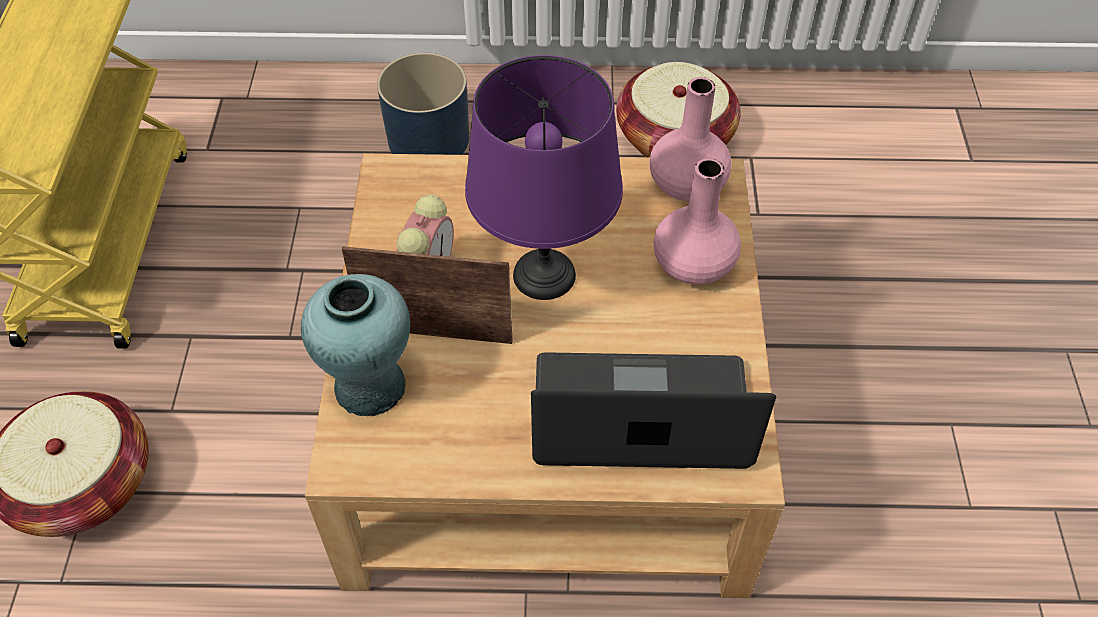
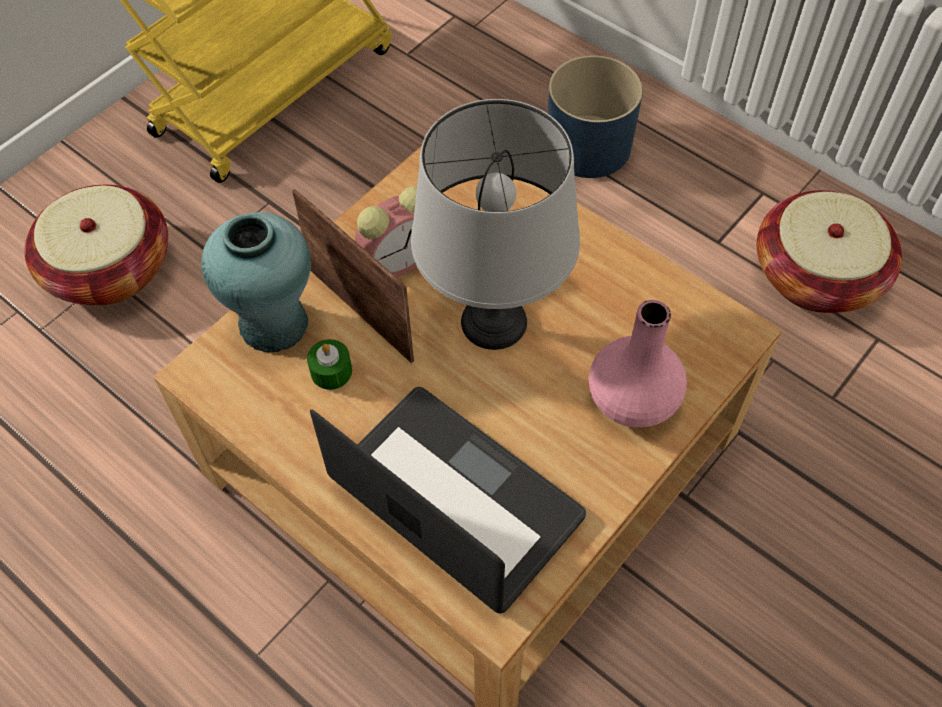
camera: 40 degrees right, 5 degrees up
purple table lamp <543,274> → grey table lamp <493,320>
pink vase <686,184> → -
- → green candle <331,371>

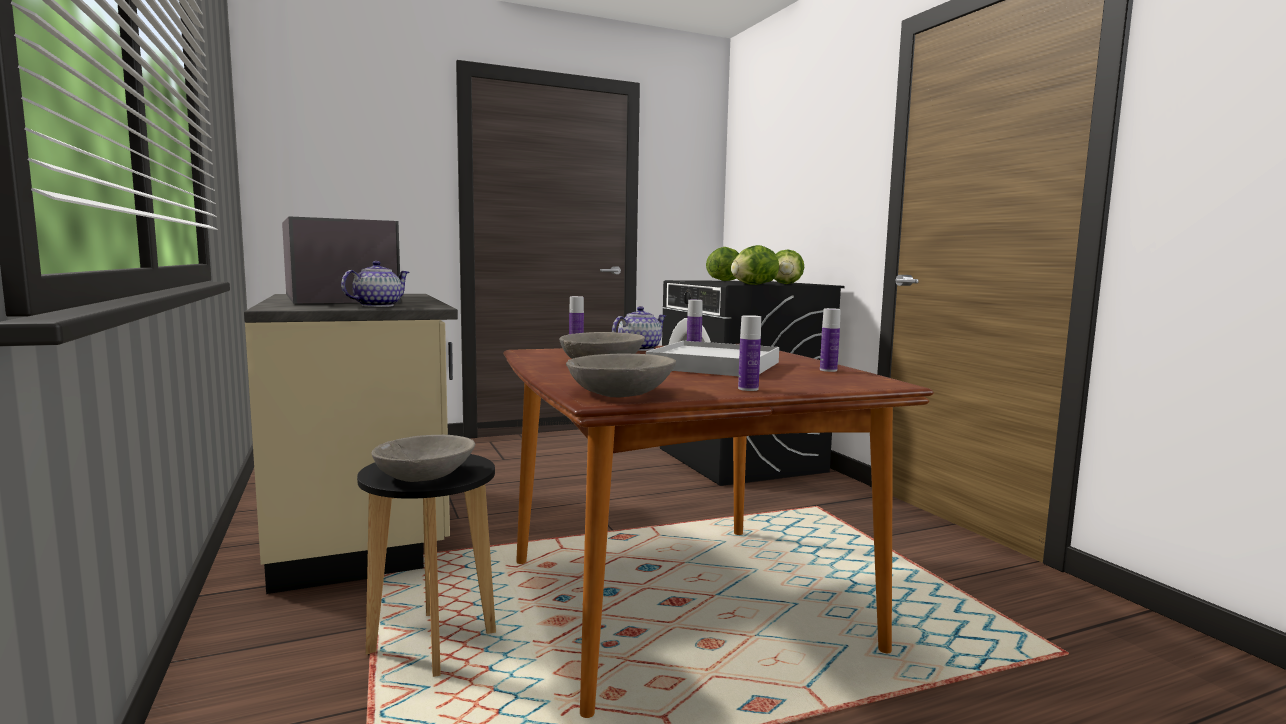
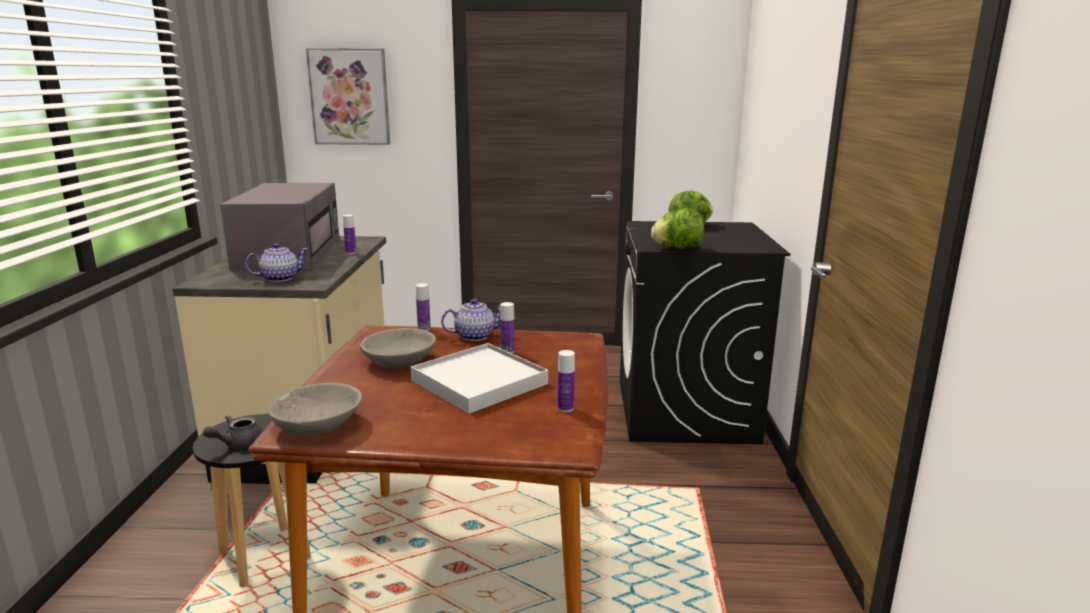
camera: 25 degrees right, 10 degrees up
grey bowl <425,475> → grey teapot <238,443>
bottle <748,389> → bottle <351,252>, shifted
lettuce <785,284> → -
- → picture <349,97>

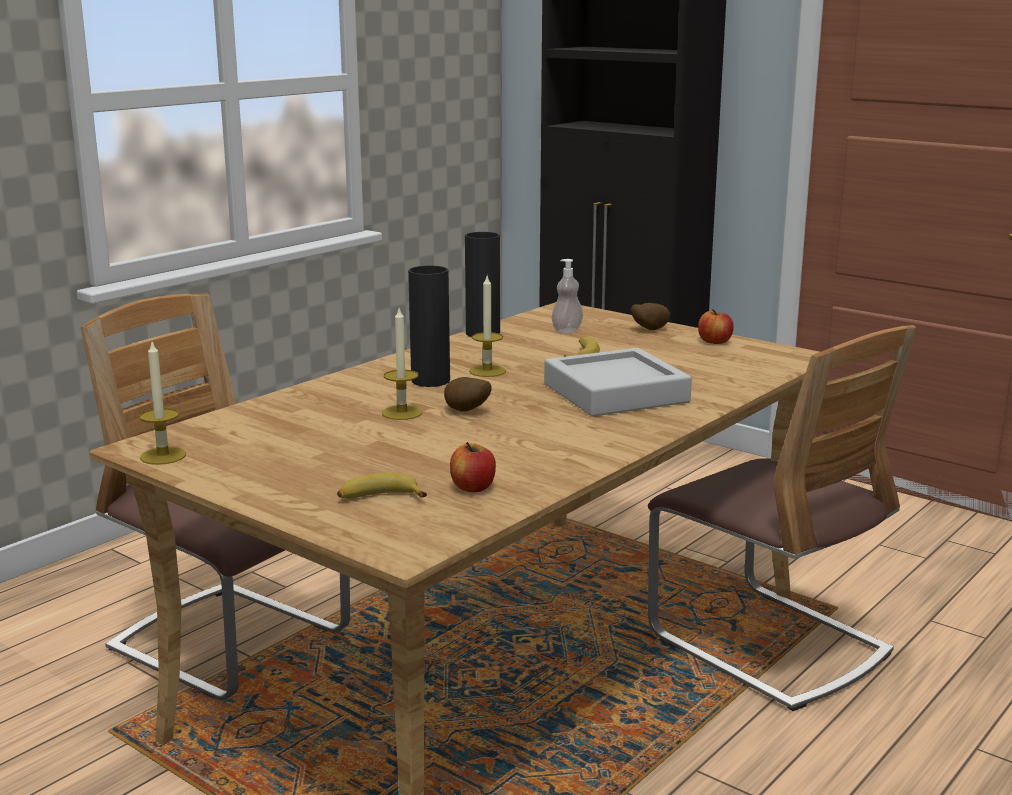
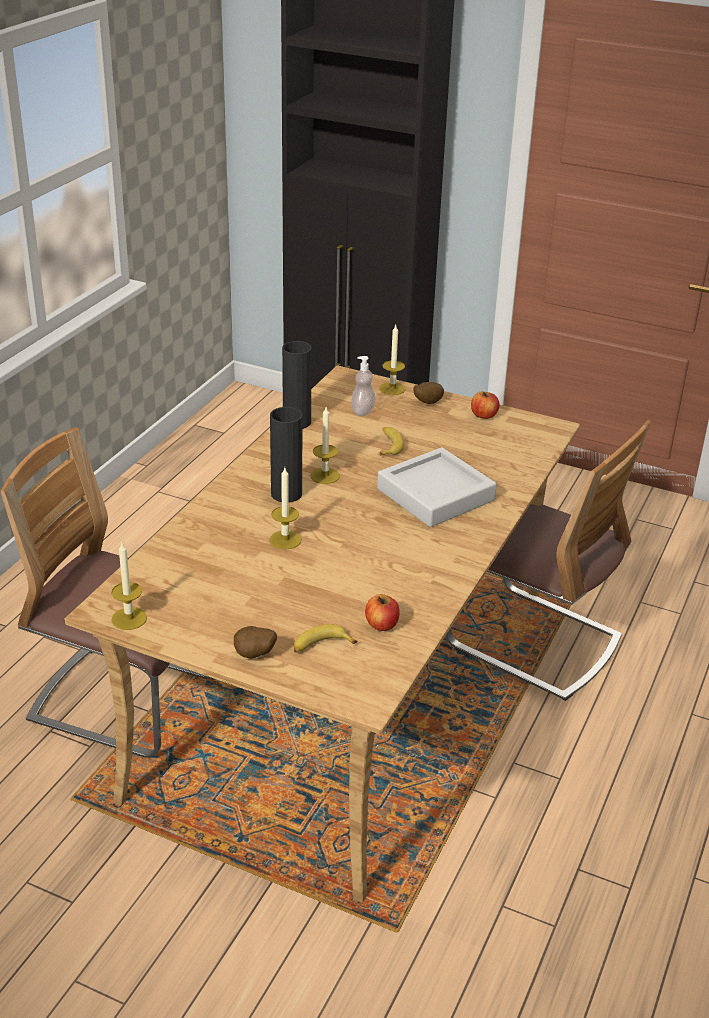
camera: 15 degrees left, 15 degrees up
potato <466,412> → potato <254,656>, shifted
- → candle <392,388>

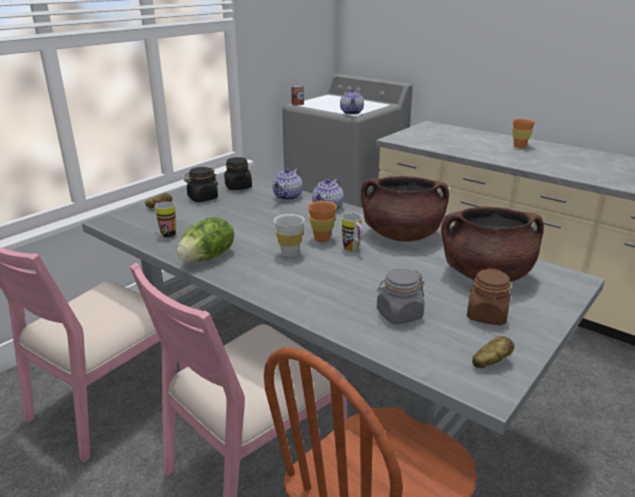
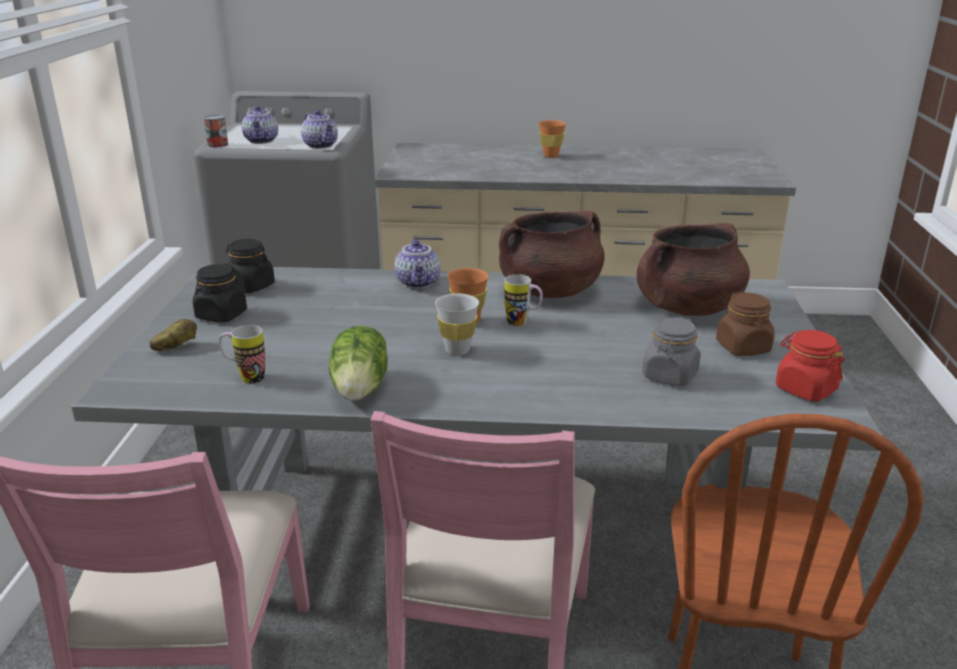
camera: 35 degrees left, 0 degrees up
teapot <288,197> → teapot <262,141>, shifted
potato <490,362> → red jar <805,389>

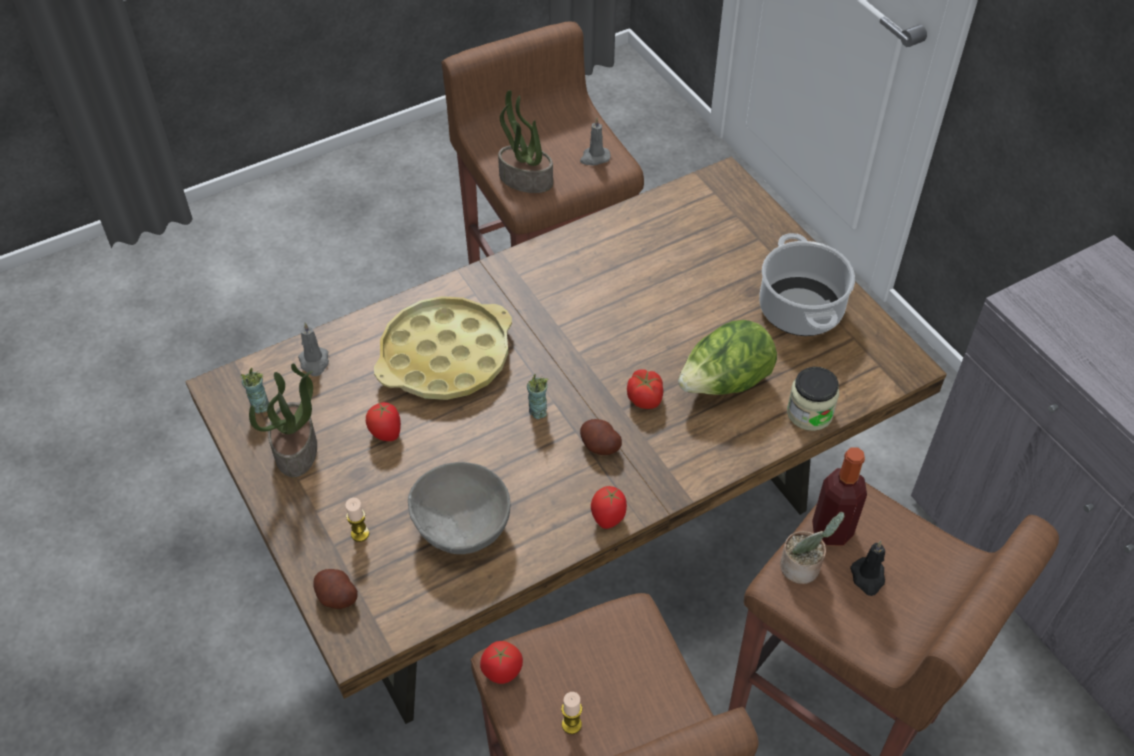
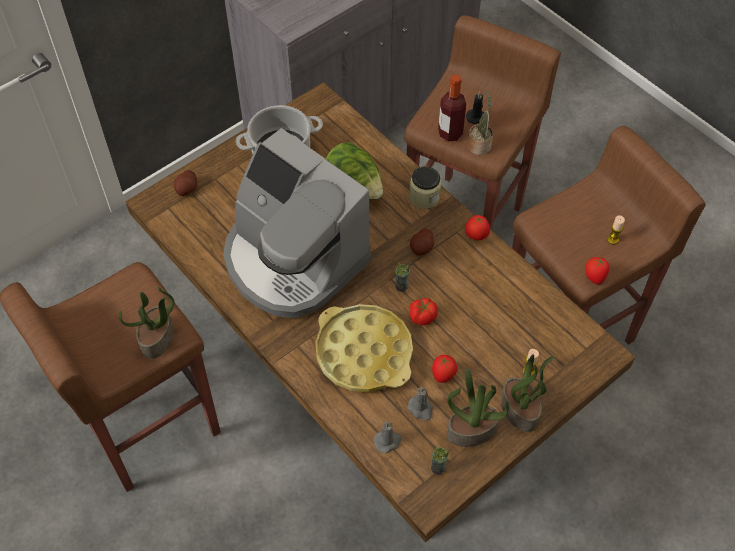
camera: 100 degrees left, 5 degrees up
potato <337,596> → potato <187,189>, shifted
grey bowl <463,528> → -
grey candle <594,158> → grey candle <421,409>, shifted
tomato <645,399> → tomato <422,317>, shifted
jar <809,413> → jar <424,197>, shifted
- → coffee machine <293,260>
- → potted plant <520,410>

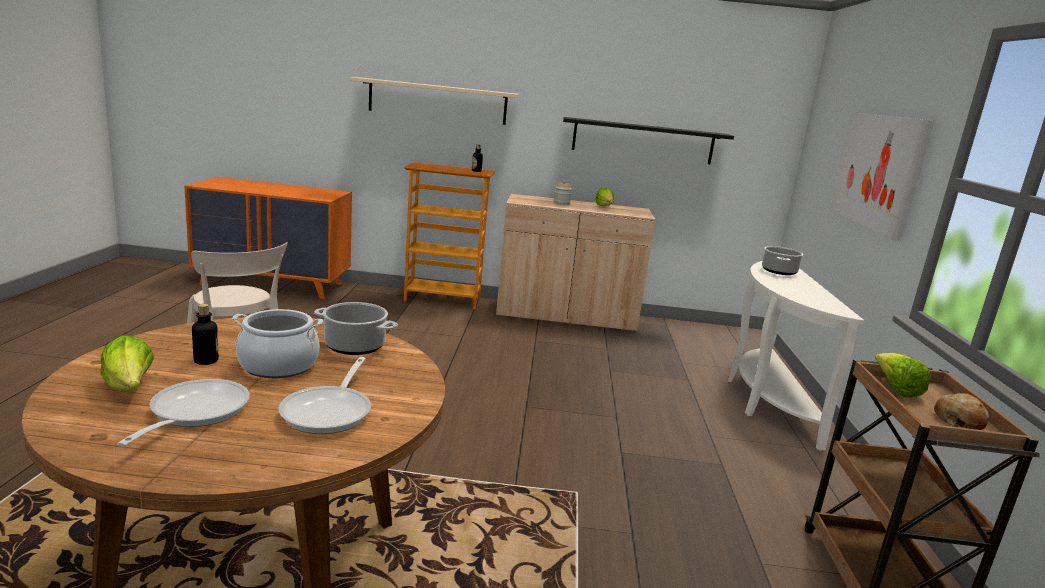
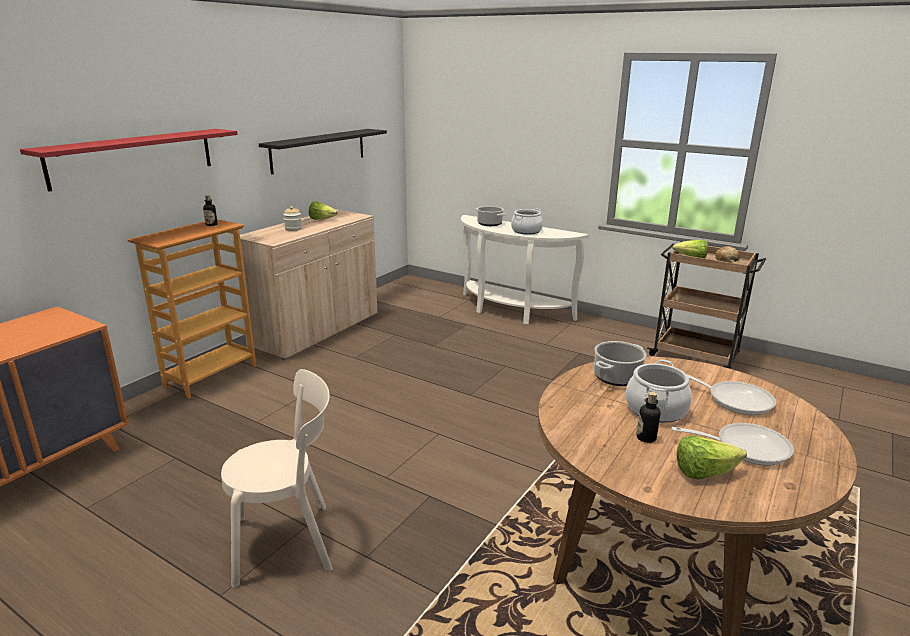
camera: 60 degrees left, 5 degrees up
frying pan <194,413> → frying pan <745,447>, 150 degrees clockwise
beige shelf <437,101> → red shelf <134,157>
picture <877,171> → -
- → cooking pot <526,231>

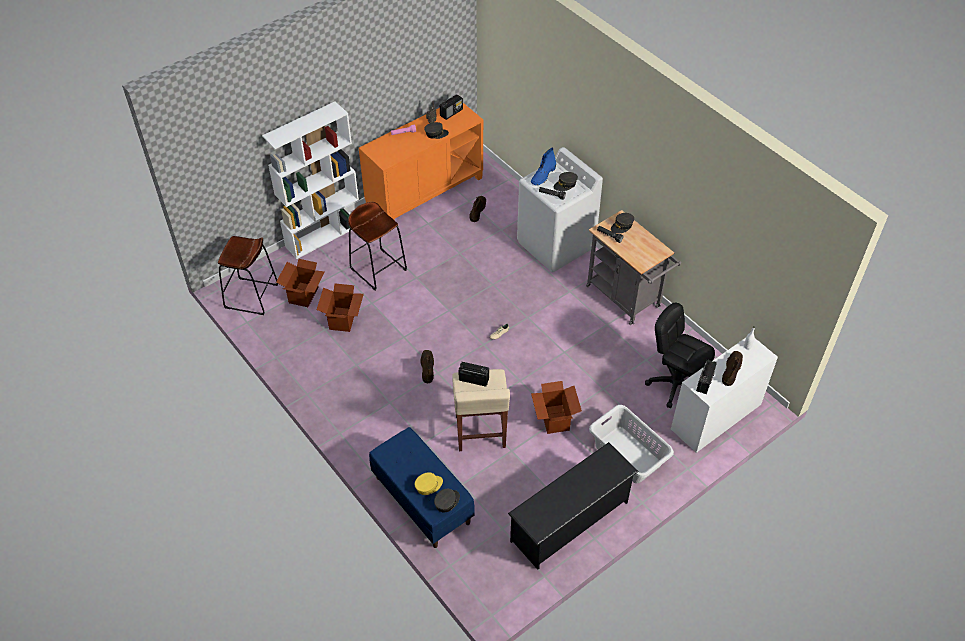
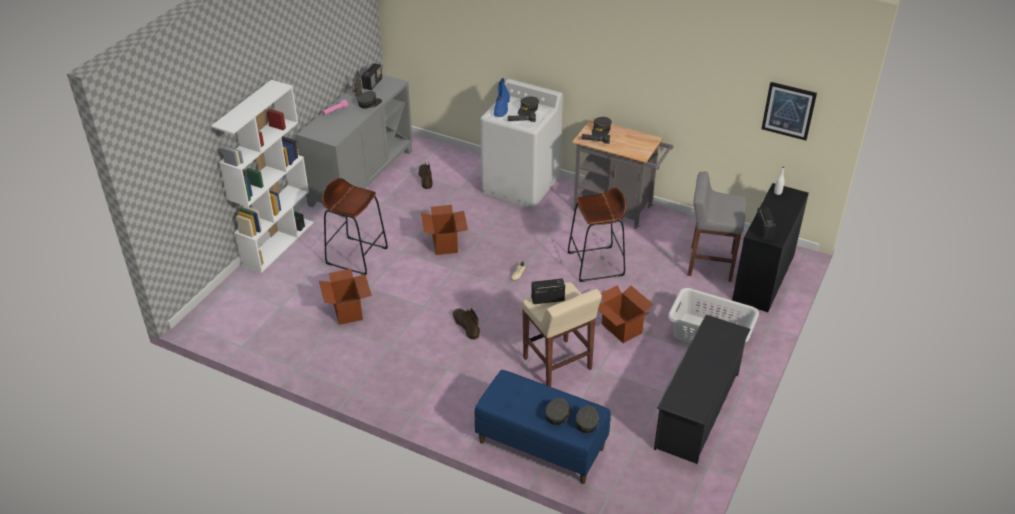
camera: 25 degrees left, 10 degrees down
brown stool <251,296> → brown stool <596,264>, shifted
cardboard box <304,295> → cardboard box <445,244>, shifted
orange cabinet <424,191> → grey cabinet <361,177>
yellow cap <428,486> → grey cap <558,414>
black office chair <675,384> → grey stool <710,263>
white desk <716,417> → black desk <764,278>
brown boot <731,369> → -
- → picture <788,110>

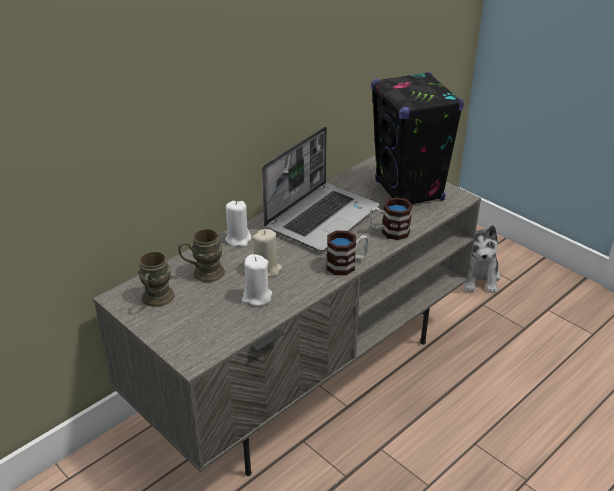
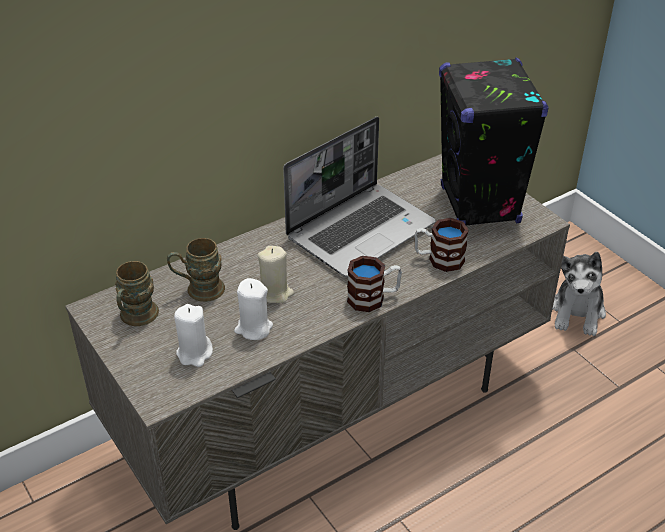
camera: 10 degrees right, 5 degrees up
white candle <238,239> → white candle <194,353>, shifted

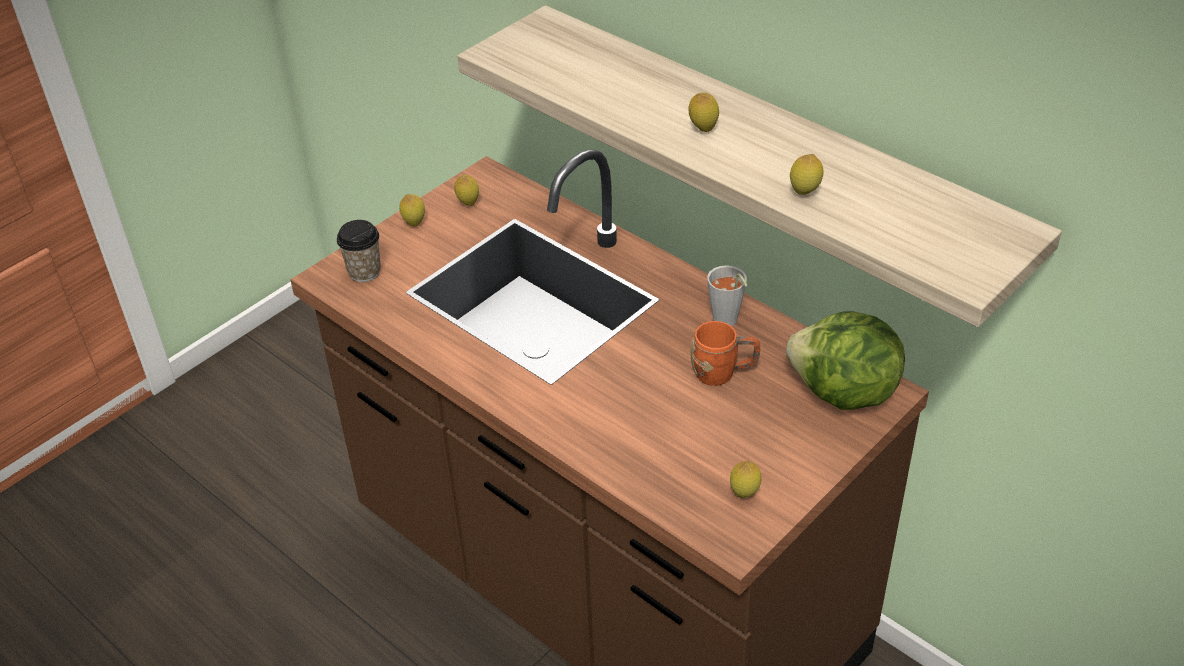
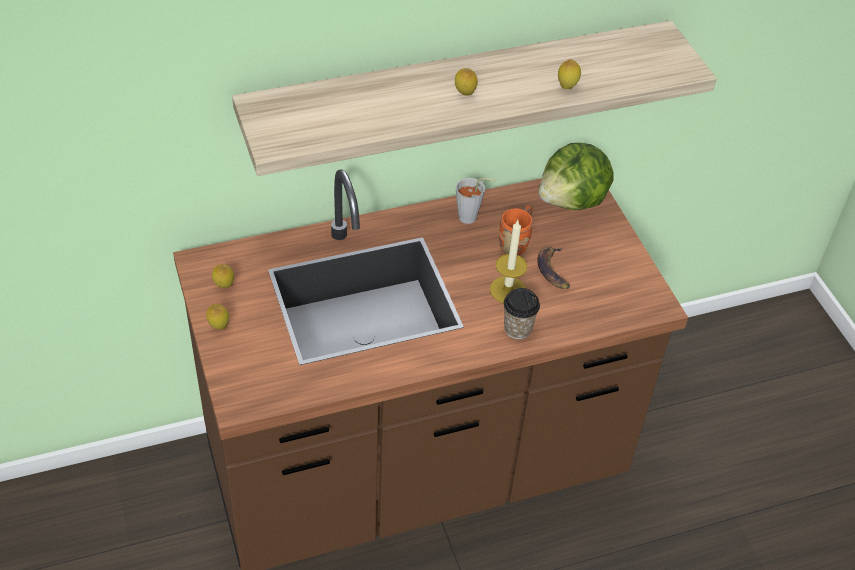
camera: 65 degrees left, 5 degrees up
cup <364,272> → cup <517,329>, shifted
lemon <744,493> → -
- → candle <508,290>
- → banana <553,270>

